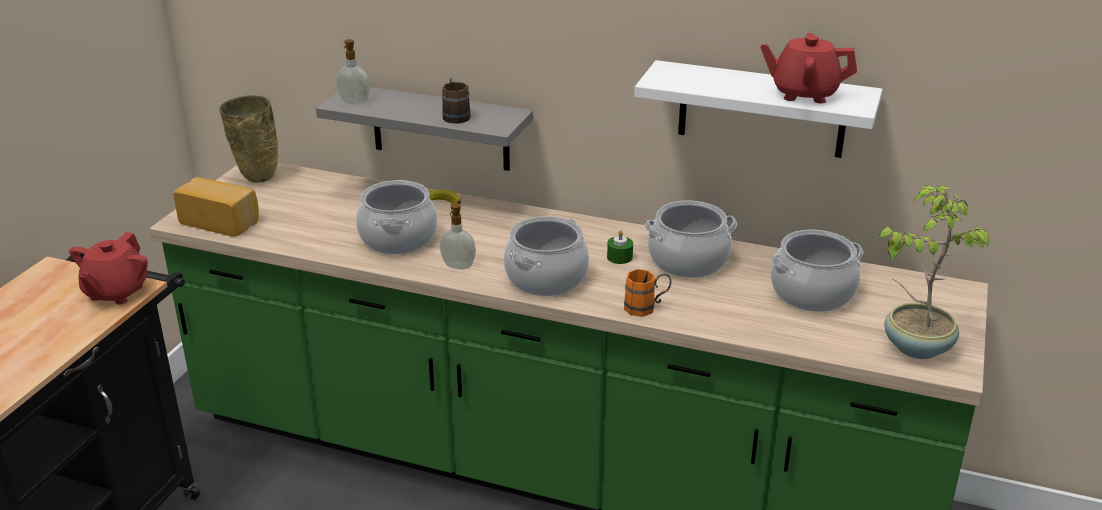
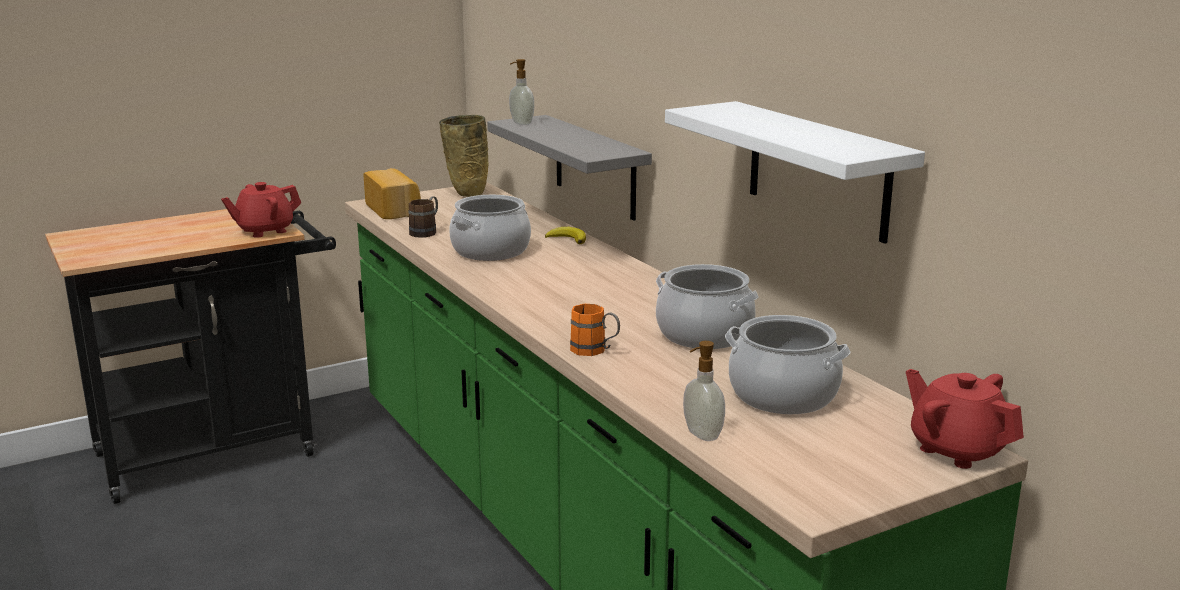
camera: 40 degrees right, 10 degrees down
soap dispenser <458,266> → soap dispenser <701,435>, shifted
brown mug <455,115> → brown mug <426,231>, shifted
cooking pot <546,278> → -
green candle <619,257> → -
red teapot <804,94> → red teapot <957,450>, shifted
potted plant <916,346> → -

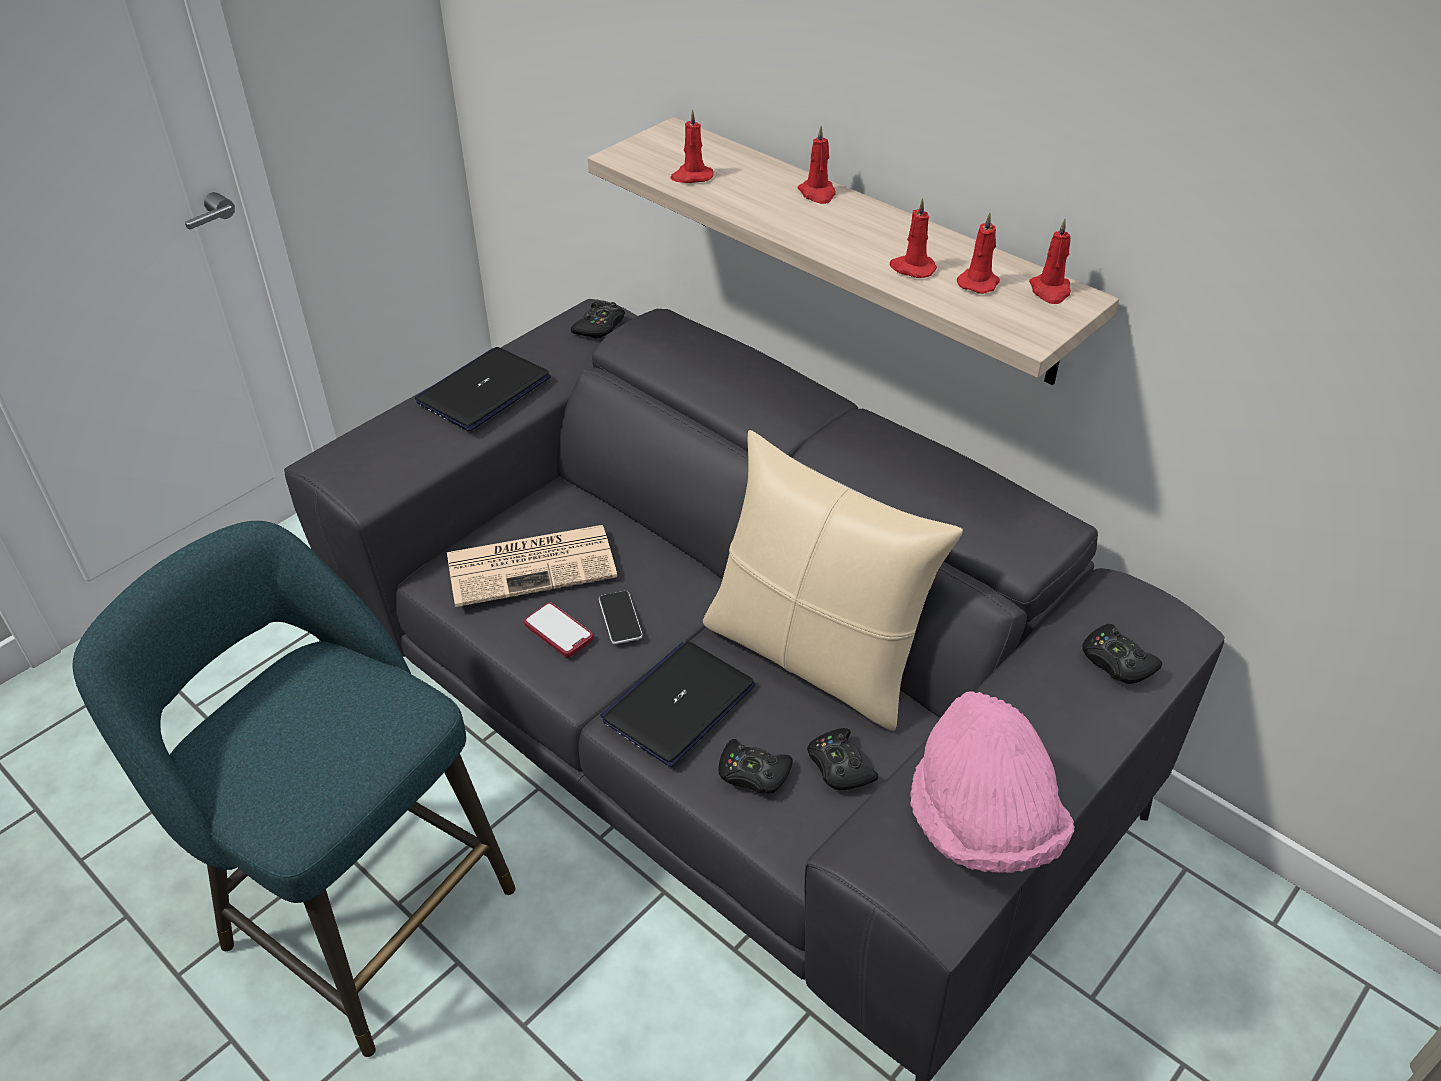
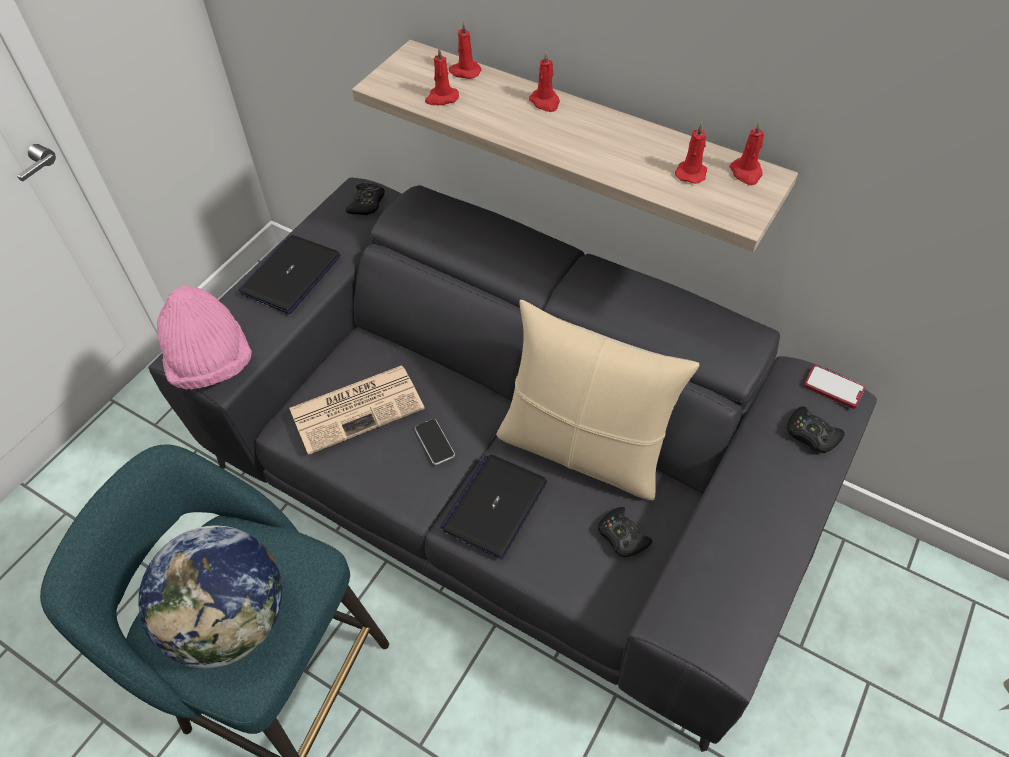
camera: 10 degrees left, 10 degrees up
phone <558,631> → phone <833,388>, shifted
black game controller <753,773> → -
red candle <912,268> → red candle <464,71>, shifted
pink hat <982,823> → pink hat <211,363>, shifted
- → globe <231,621>

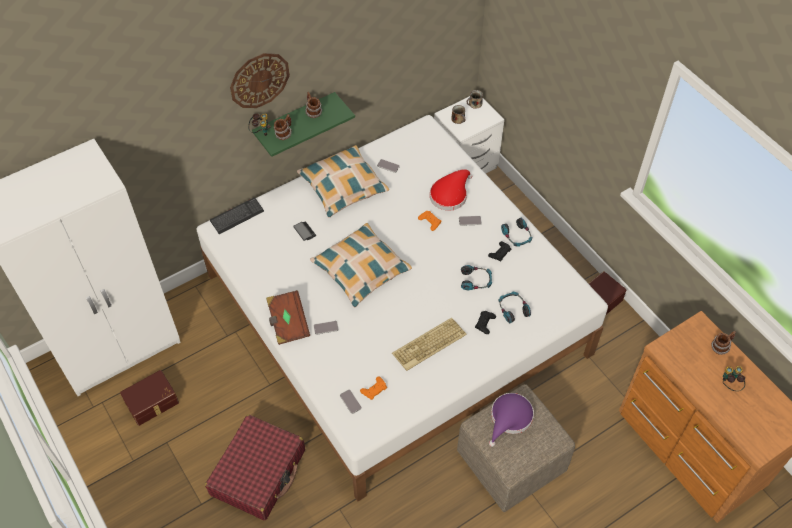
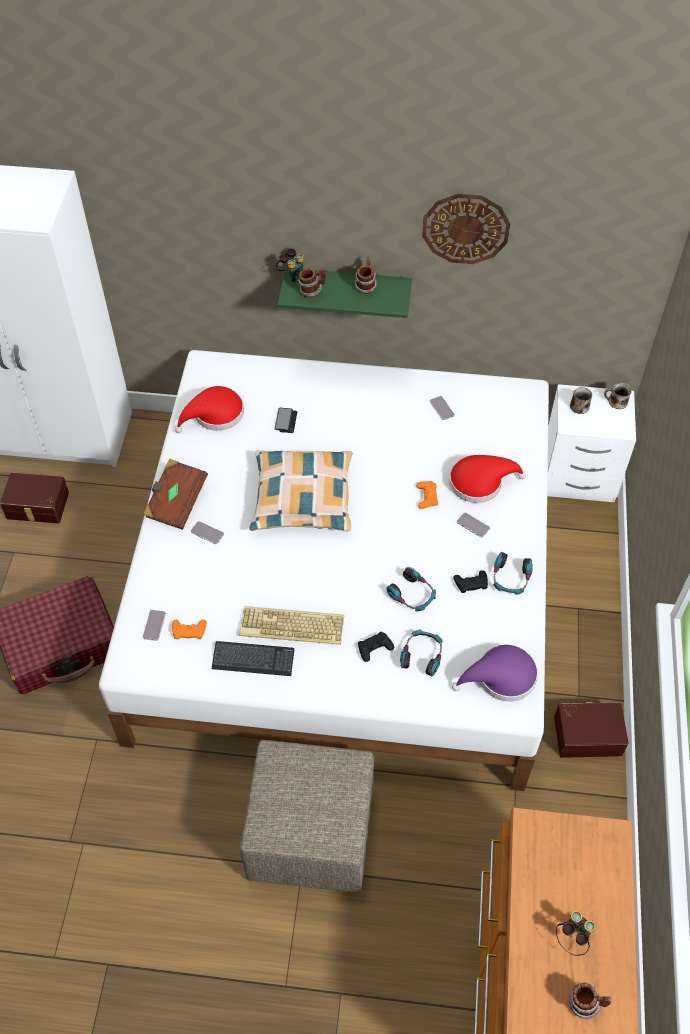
camera: 40 degrees right, 0 degrees up
keyboard <237,216> → keyboard <253,659>, shifted
wall clock <259,80> → wall clock <465,228>, shifted
pillow <343,186> → -
purple hat <509,419> → purple hat <501,677>, shifted
mug <720,347> → mug <585,1003>, shifted
- → red hat <215,415>

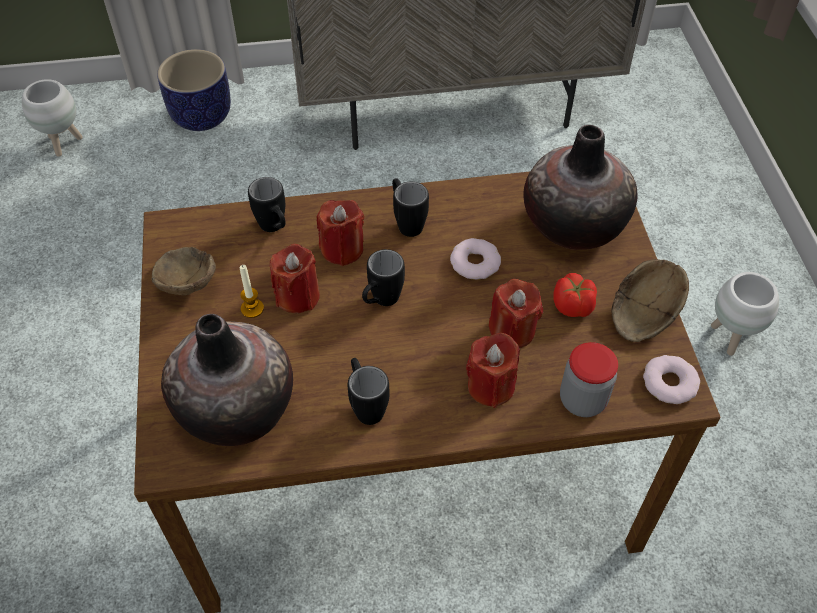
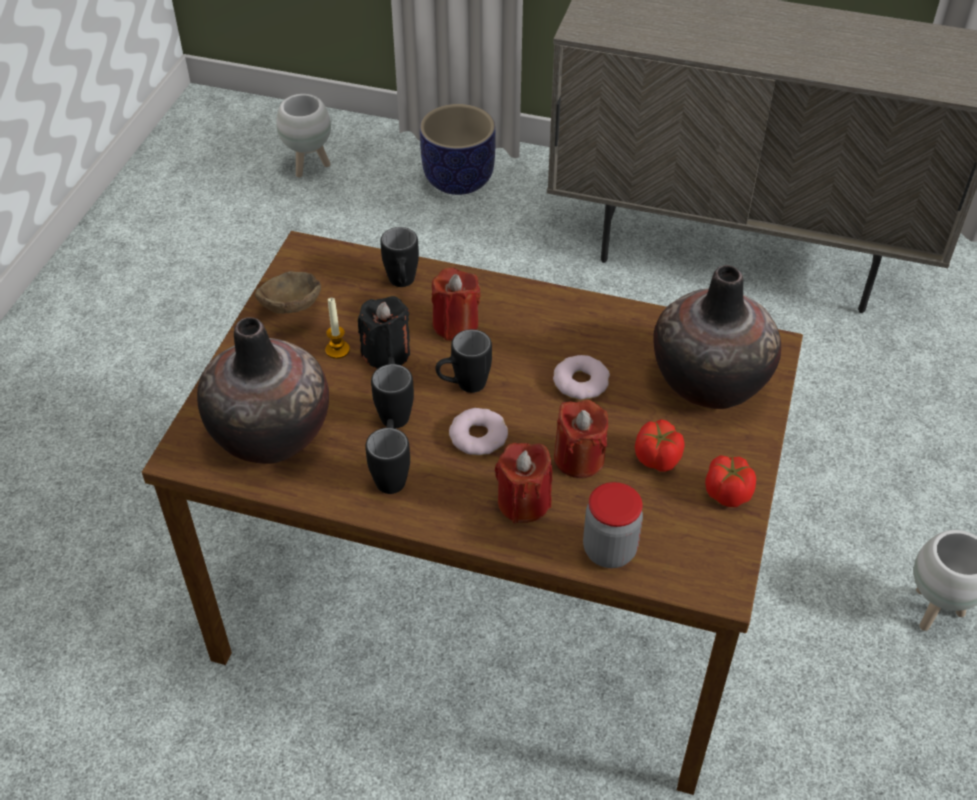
camera: 25 degrees right, 5 degrees down
red candle <297,296> → black candle <386,353>
black mug <406,222> → black mug <394,410>, shifted
brown bowl <641,314> → tomato <727,492>
donut <669,383> → donut <478,436>, shifted

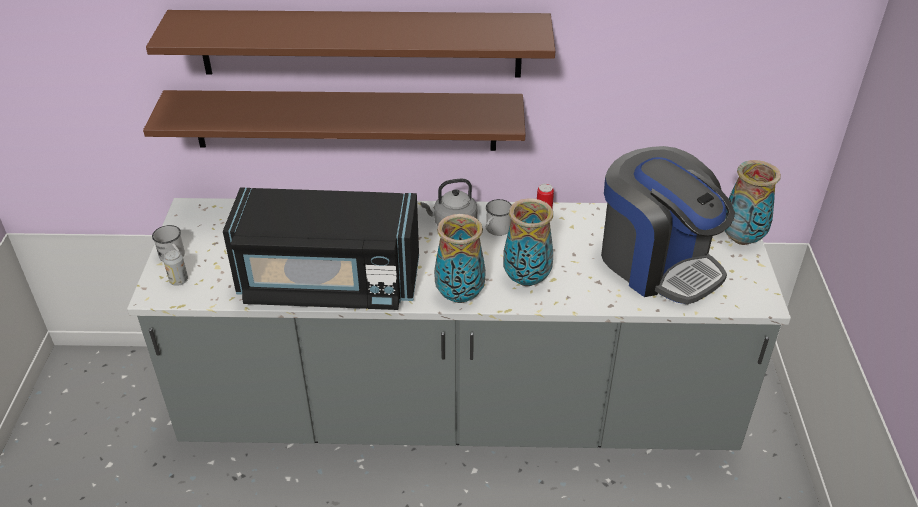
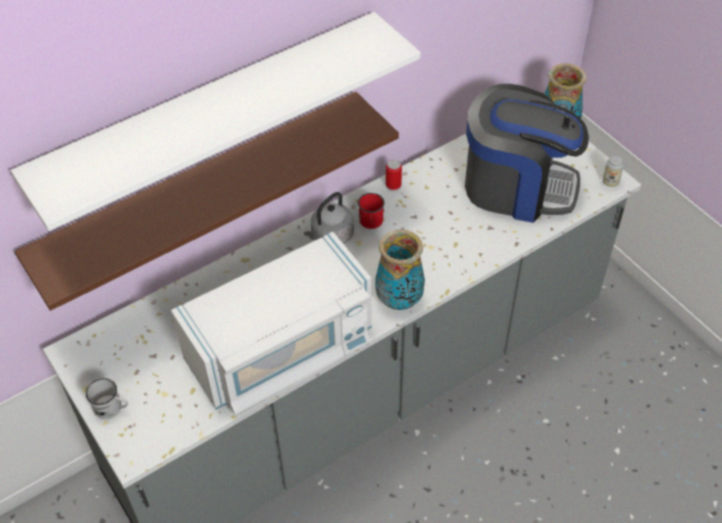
camera: 35 degrees left, 10 degrees up
brown shelf <360,43> → white shelf <210,113>
can <179,280> → can <610,182>, shifted
black microwave <329,283> → white microwave <281,351>
white mug <496,230> → red mug <371,223>
vase <527,279> → -

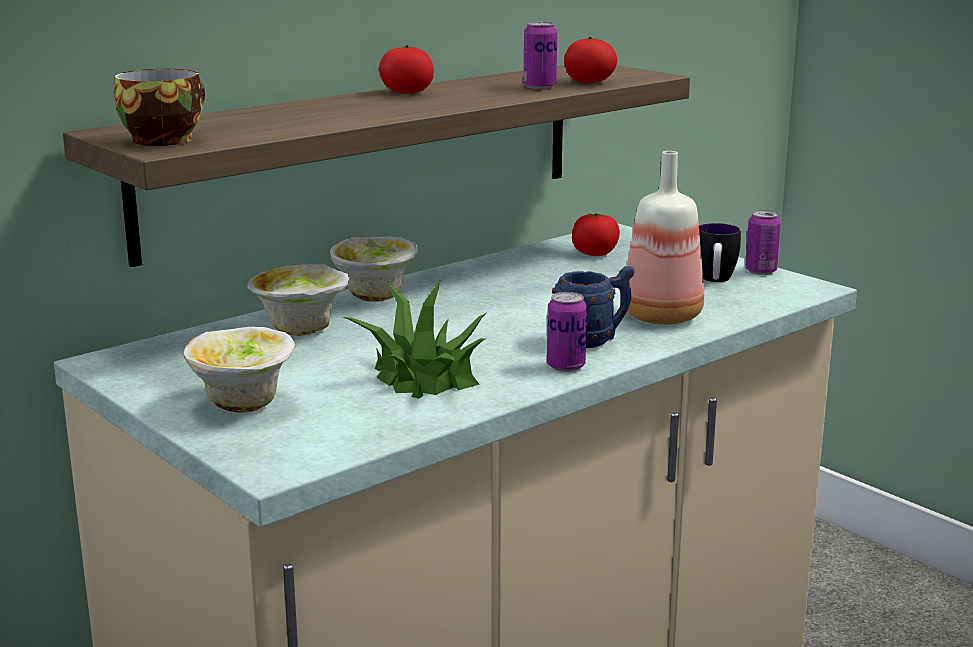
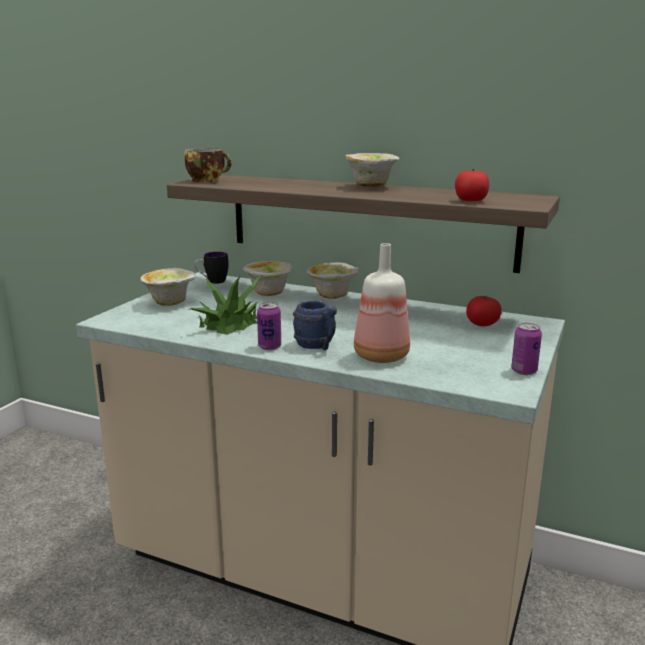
camera: 65 degrees right, 0 degrees up
tomato <406,92> → bowl <371,187>
can <539,87> → -
mug <715,281> → mug <212,282>, shifted

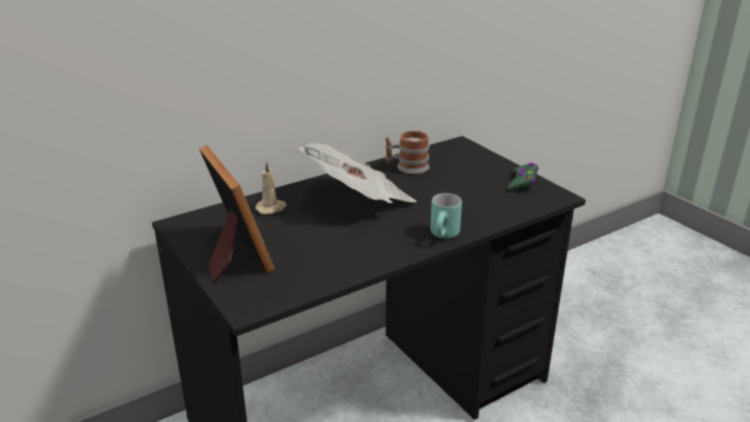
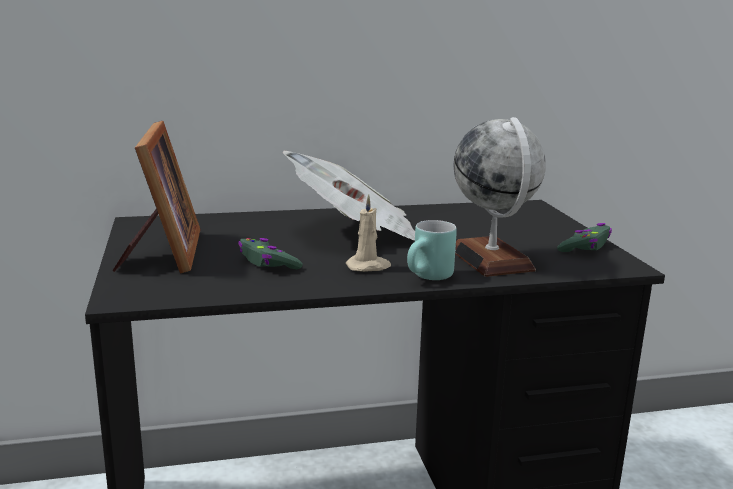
camera: 20 degrees right, 10 degrees down
beige candle <271,208> → beige candle <368,266>, shifted
mug <407,167> → -
- → green game controller <268,263>
- → globe <491,259>

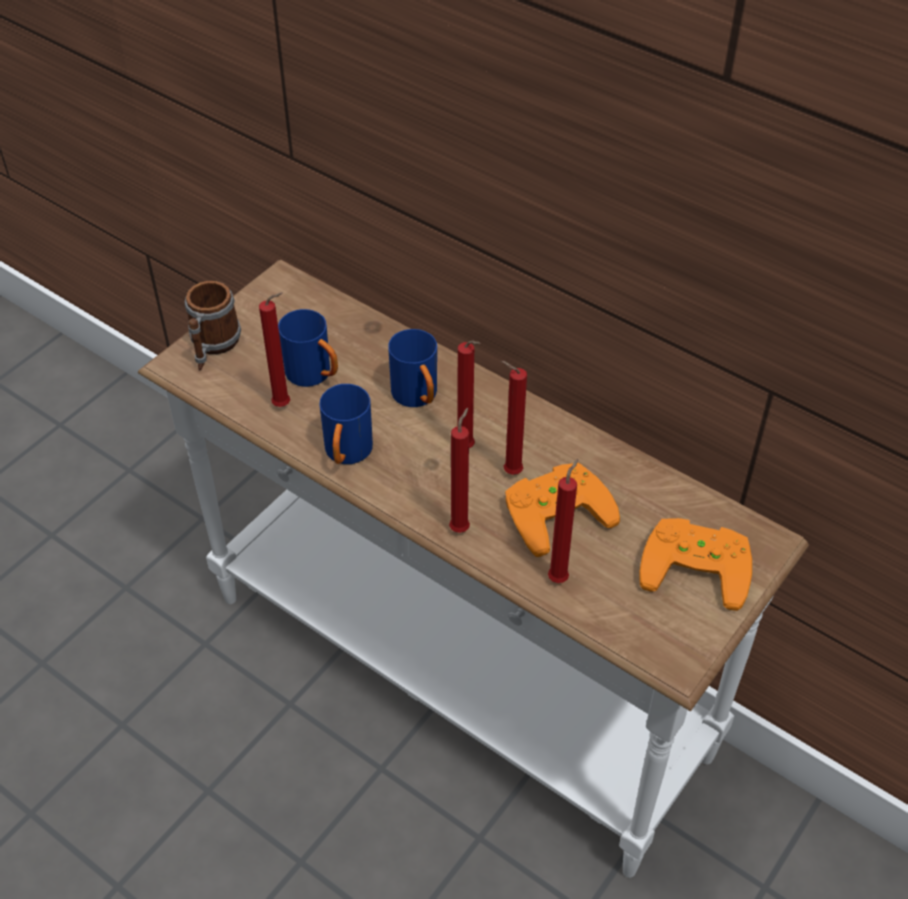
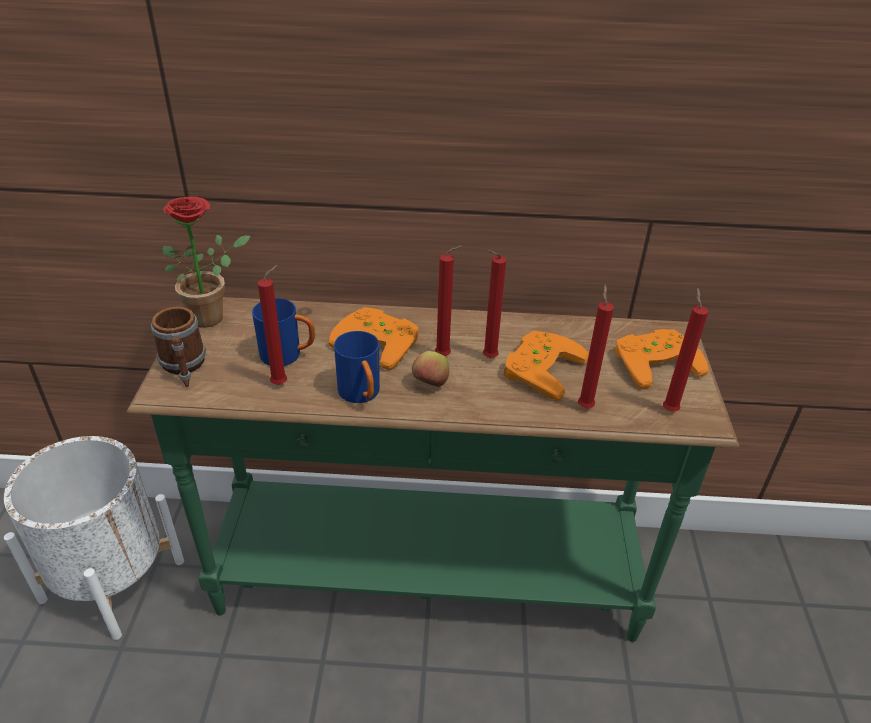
camera: 35 degrees left, 10 degrees down
white console table <454,680> → green console table <428,578>
blue mug <418,398> → orange game controller <380,340>
red candle <461,527> → red candle <668,409>, shifted
- → white planter <113,580>
- → potted plant <214,316>
- → apple <430,384>

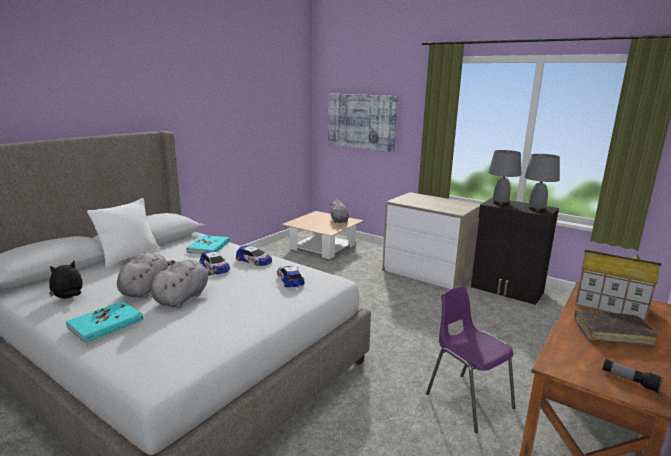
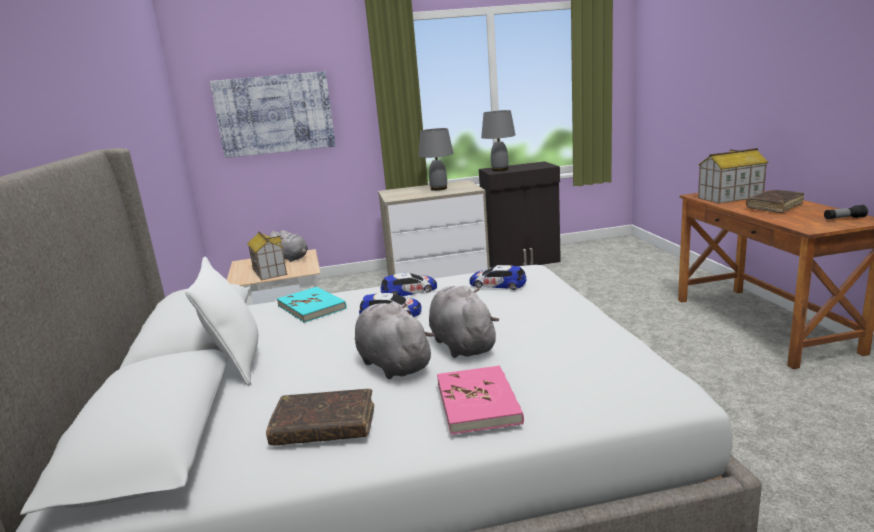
camera: 45 degrees left, 0 degrees up
plush toy <69,298> → brown book <324,427>
turquoise book <105,324> → pink book <478,402>
purple chair <467,400> → -
grey table lamp <537,209> → grey table lamp <439,188>, shifted
- → toy house <269,272>

